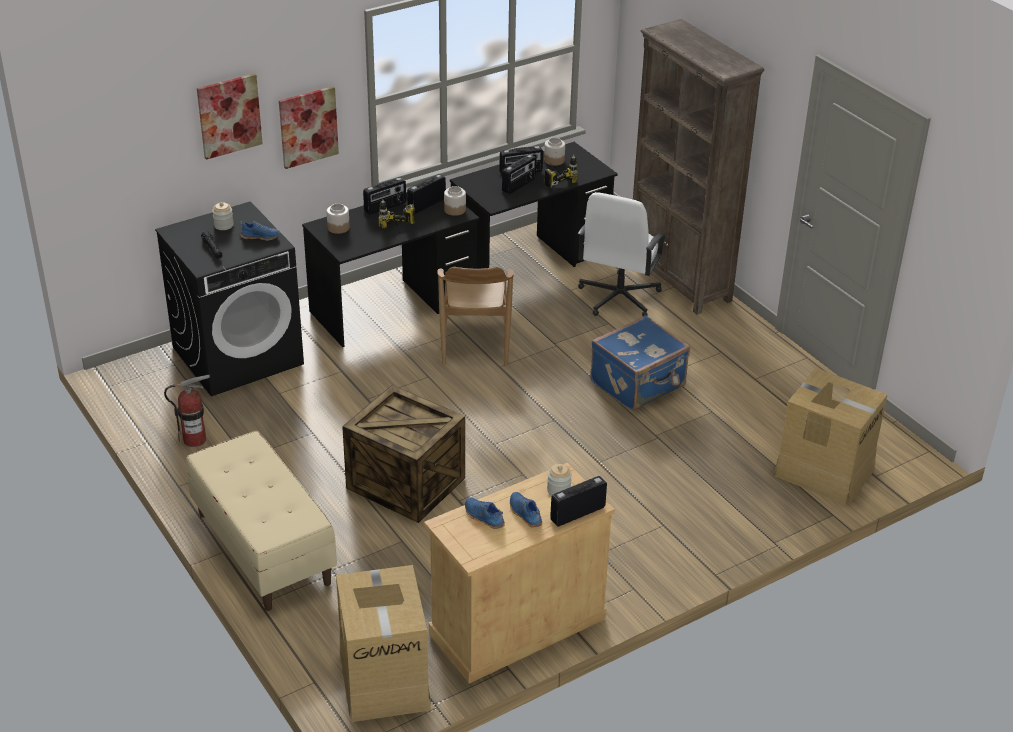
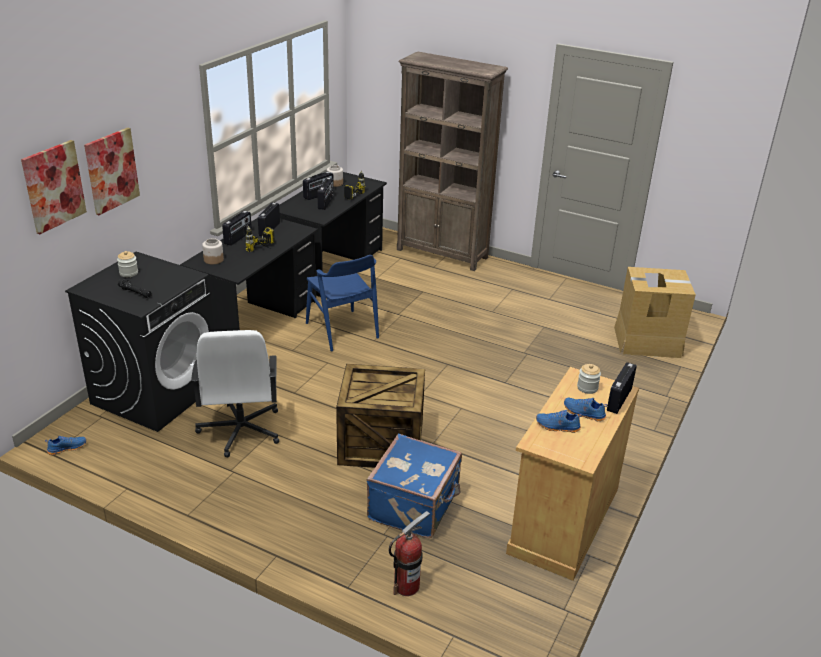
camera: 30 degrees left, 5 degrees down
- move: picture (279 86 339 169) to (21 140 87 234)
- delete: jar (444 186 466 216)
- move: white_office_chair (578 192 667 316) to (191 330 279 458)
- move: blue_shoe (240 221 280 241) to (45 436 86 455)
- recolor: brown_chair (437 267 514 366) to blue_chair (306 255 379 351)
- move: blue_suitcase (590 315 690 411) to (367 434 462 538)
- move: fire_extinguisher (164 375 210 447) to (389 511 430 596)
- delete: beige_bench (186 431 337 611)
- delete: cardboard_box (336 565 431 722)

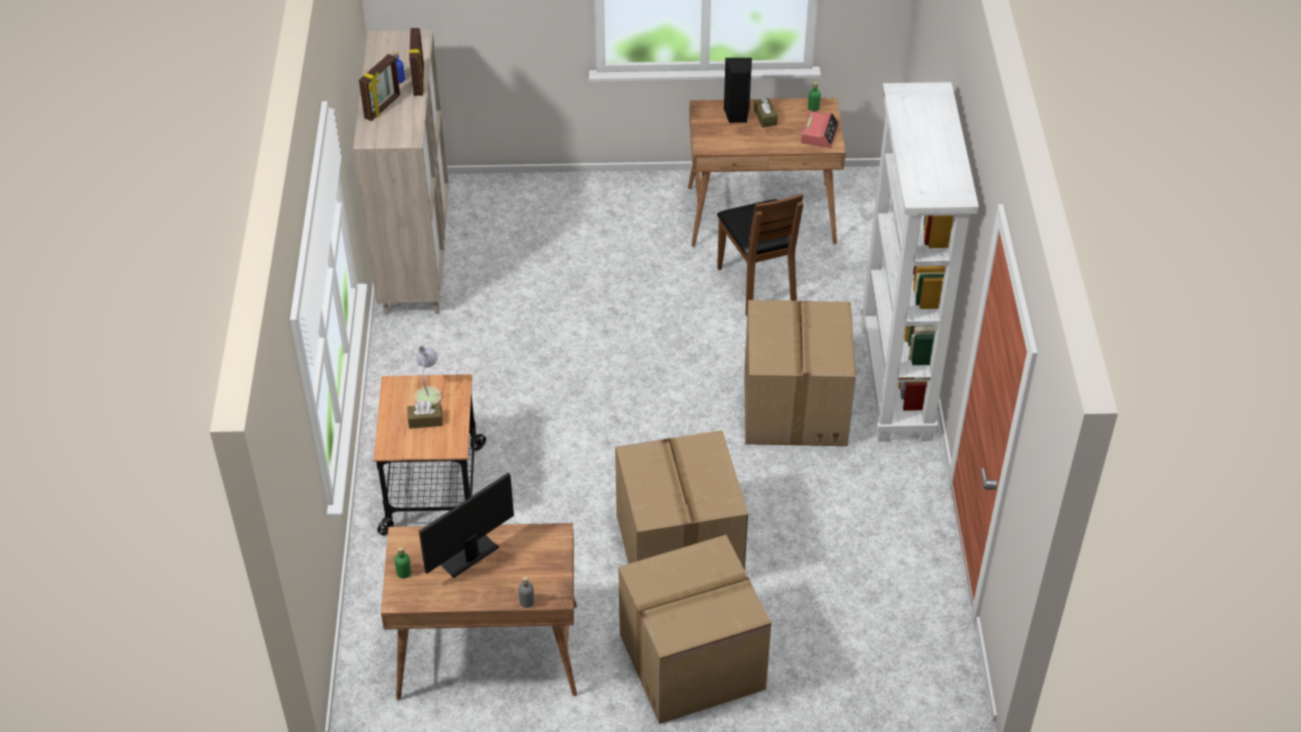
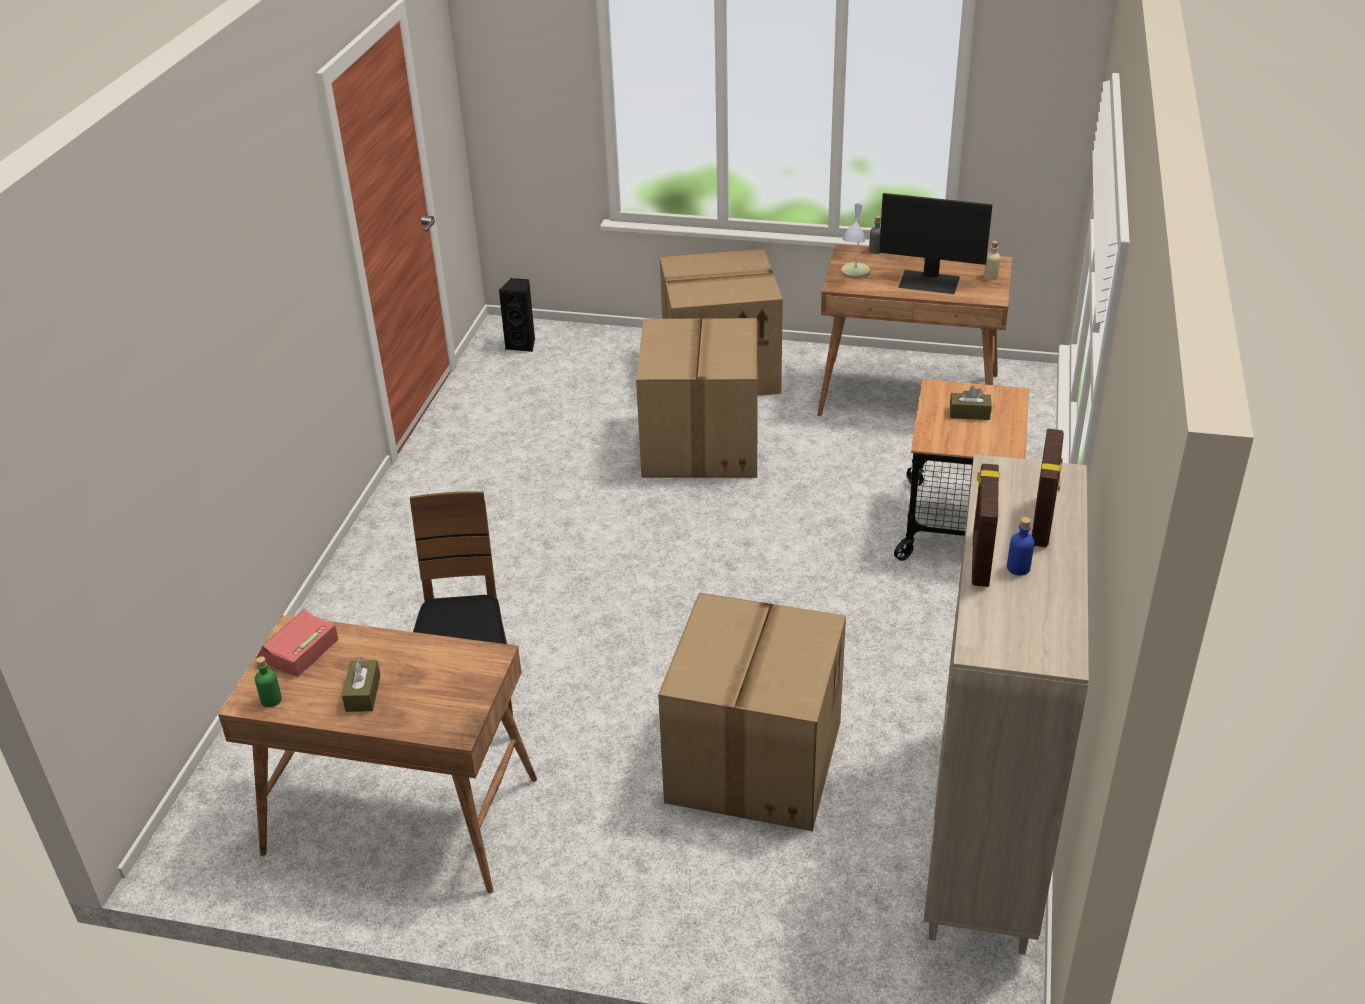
camera: 165 degrees left, 10 degrees down
- rotate: picture_frame (359 54 400 121) = (1032 429 1064 547) 150 degrees clockwise
- move: black_speaker (723 58 752 123) to (499 278 535 352)
- delete: white_bookcase (860 82 979 442)
- move: cardboard_box (744 300 856 446) to (658 593 846 831)
- move: table_lamp (414 346 442 404) to (841 203 870 279)
- rotate: monitor (419 473 514 578) = (879 193 993 294) 45 degrees clockwise
- recolor: green_bottle (394 546 411 579) to beige_bottle (984 241 1001 280)

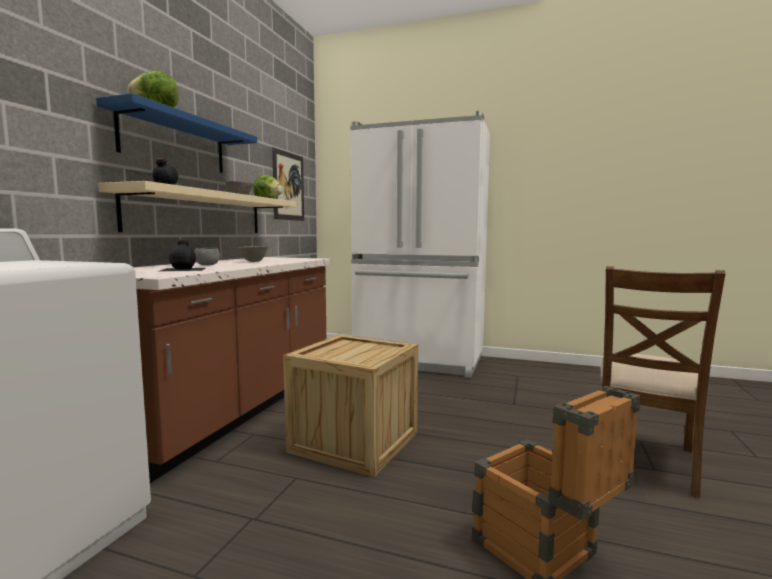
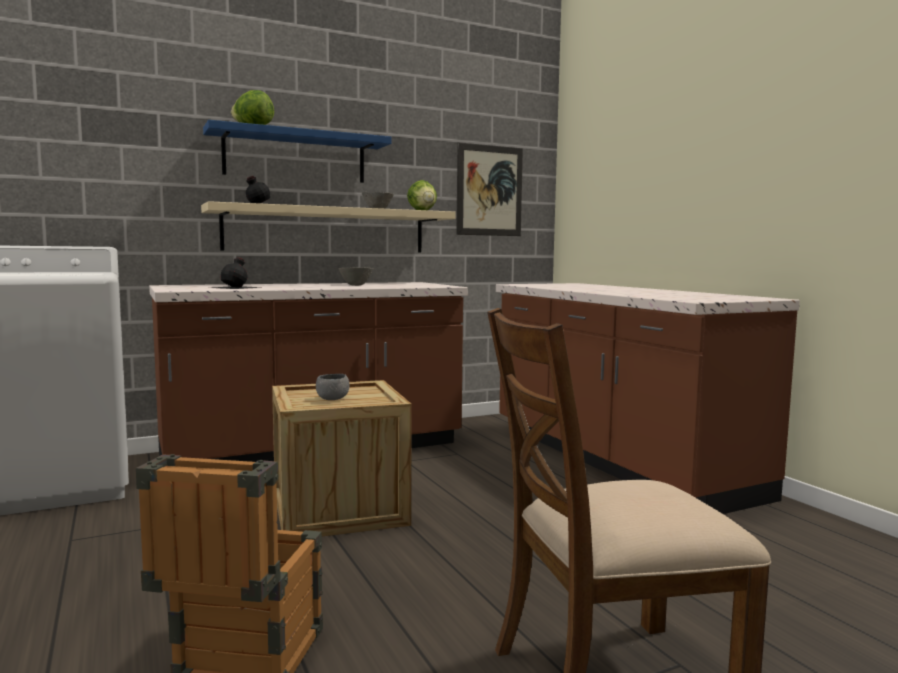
camera: 45 degrees right, 0 degrees up
- replace: white_fridge (350 111 490 378) to brown_counter (496 283 800 514)
- move: grey_bowl (194 247 220 266) to (316 374 350 400)

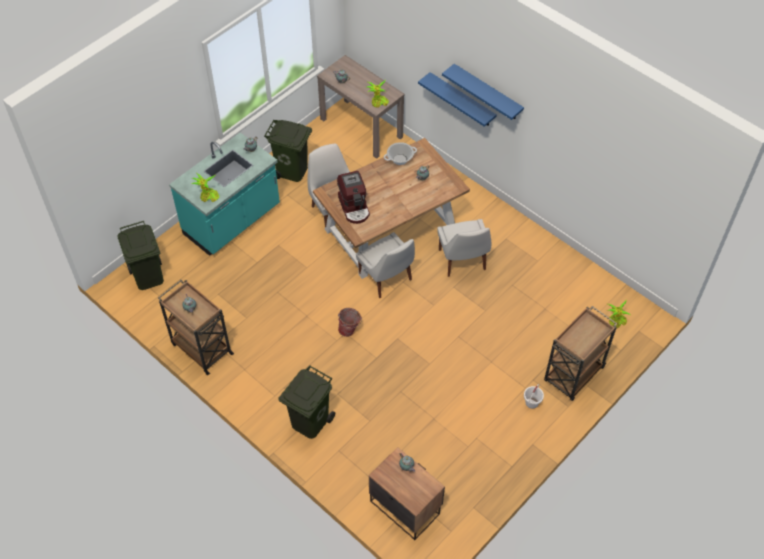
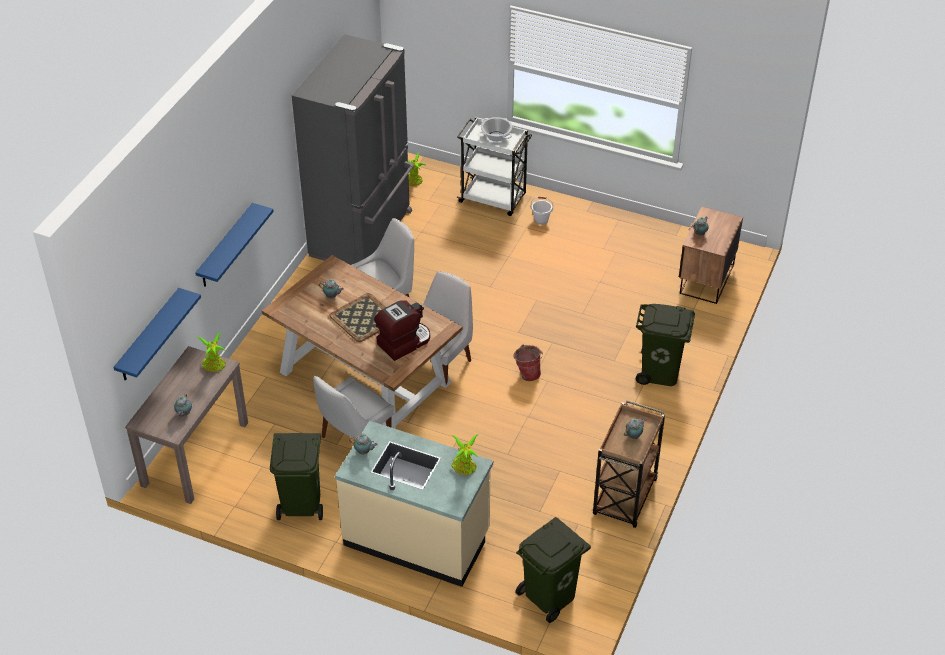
camera: 110 degrees left, 10 degrees down
- move: blue_shelf (442 64 524 120) to (113 288 201 380)
- recolor: turquoise_counter (169 133 280 256) to beige_counter (335 421 493 587)
- move: cooking_pot (384 142 417 165) to (481 117 512 142)
- recolor: brown_cart (544 306 617 401) to white_cart (457 117 532 216)
- insert: grey_fridge (292 34 415 265)
- insert: tray (330 293 386 342)

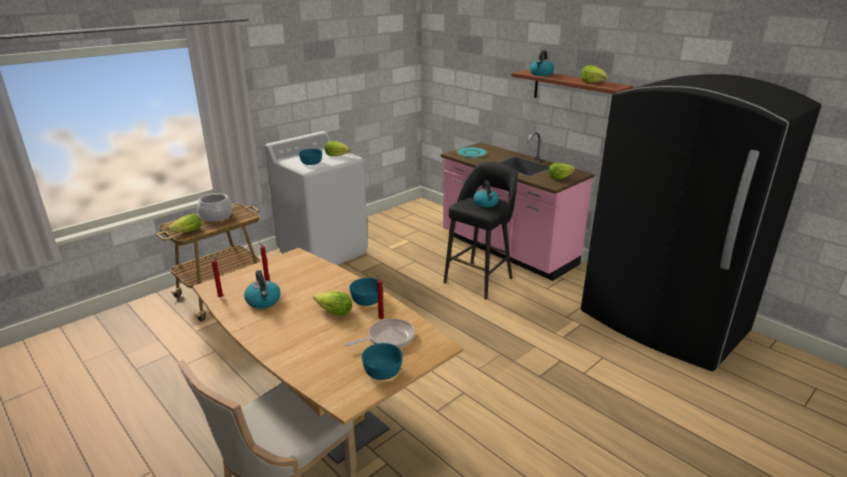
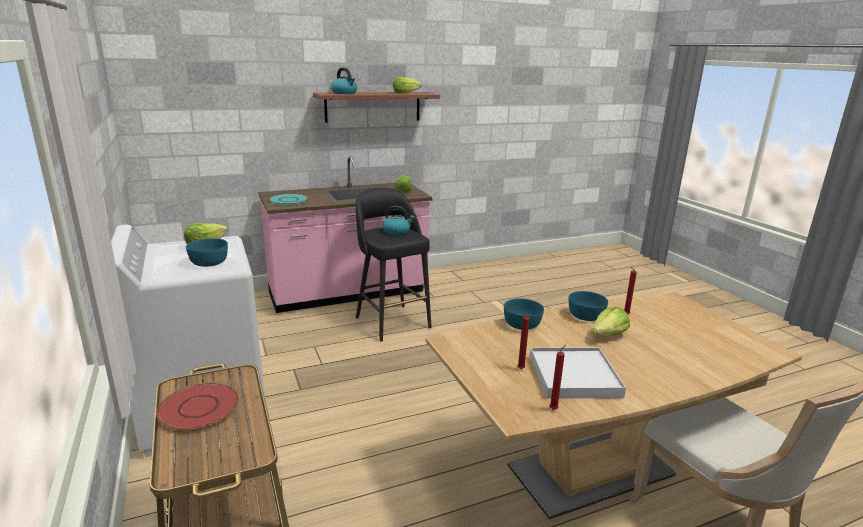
camera: 70 degrees left, 5 degrees down
- delete: black_fridge (581 74 821 371)
- replace: cooking_pot (198 193 232 222) to red_plate (156 383 239 430)
- delete: lettuce (168 214 201 232)
- replace: kettle (244 270 281 309) to white_tray (530 348 626 399)
- delete: frying_pan (345 319 415 348)
- move: turquoise_bowl (362 343 403 380) to (504 298 544 330)

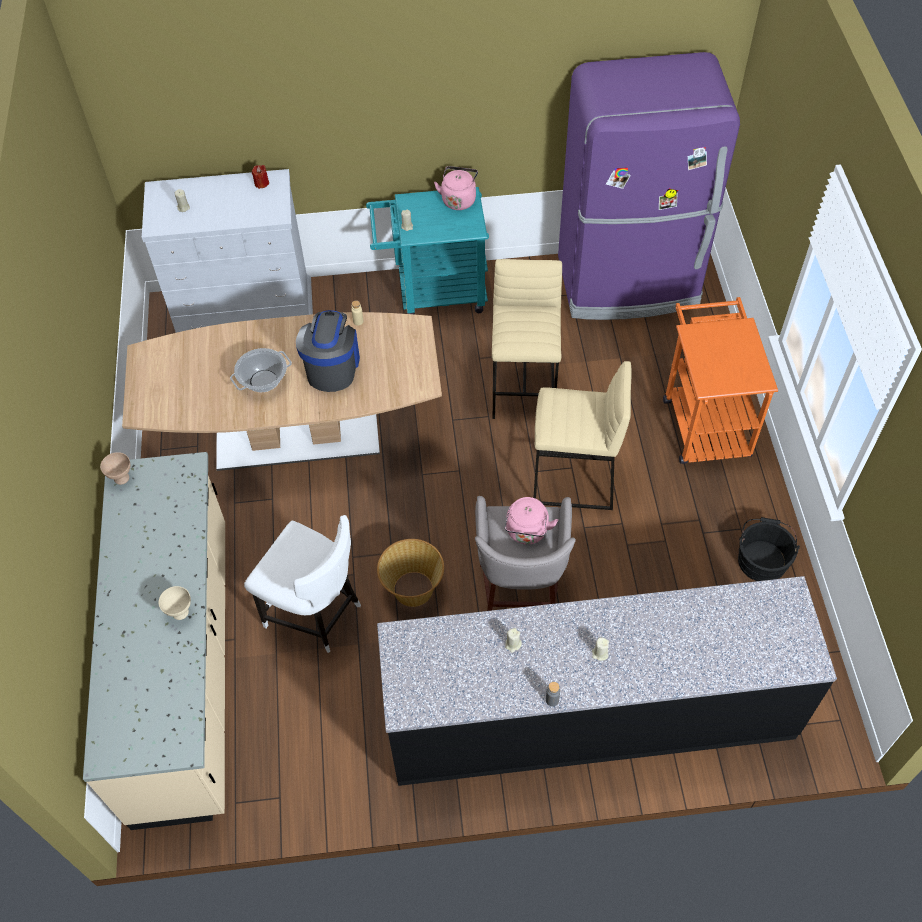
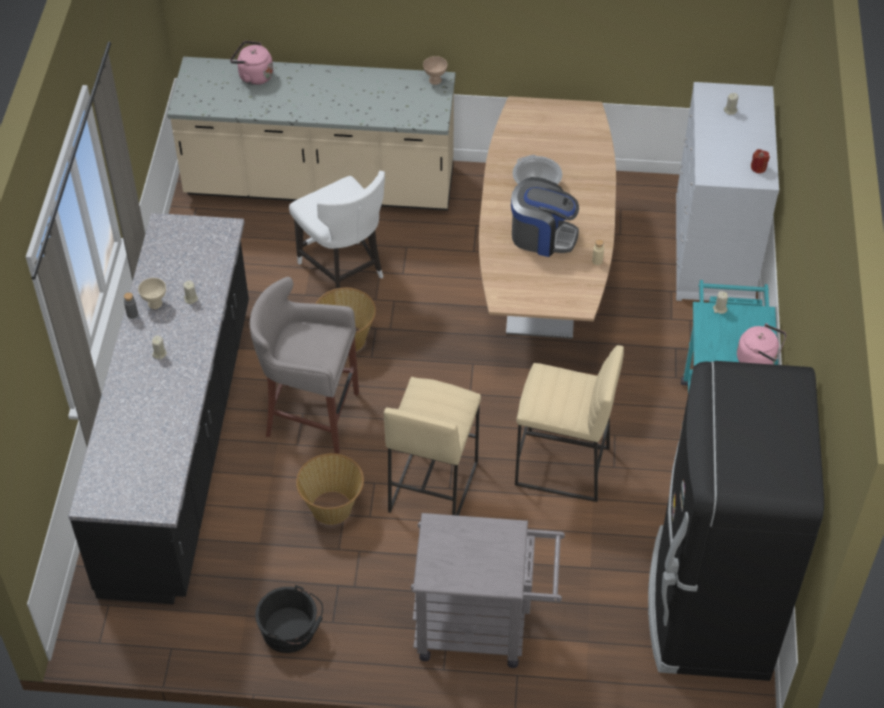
camera: 100 degrees right, 5 degrees down
- recolor: purple_fridge (558 52 740 320) to black_fridge (648 361 824 681)
- recolor: orange_cart (663 297 778 464) to grey_cart (411 513 565 668)
- move: pink_kettle (505 497 558 545) to (230 41 273 85)
- rotate: white_chair (244 515 361 653) = (289 171 385 289) 75 degrees counterclockwise
- move: beige_bowl (159 586 191 620) to (138 278 166 309)
- insert: basket (296 453 364 525)

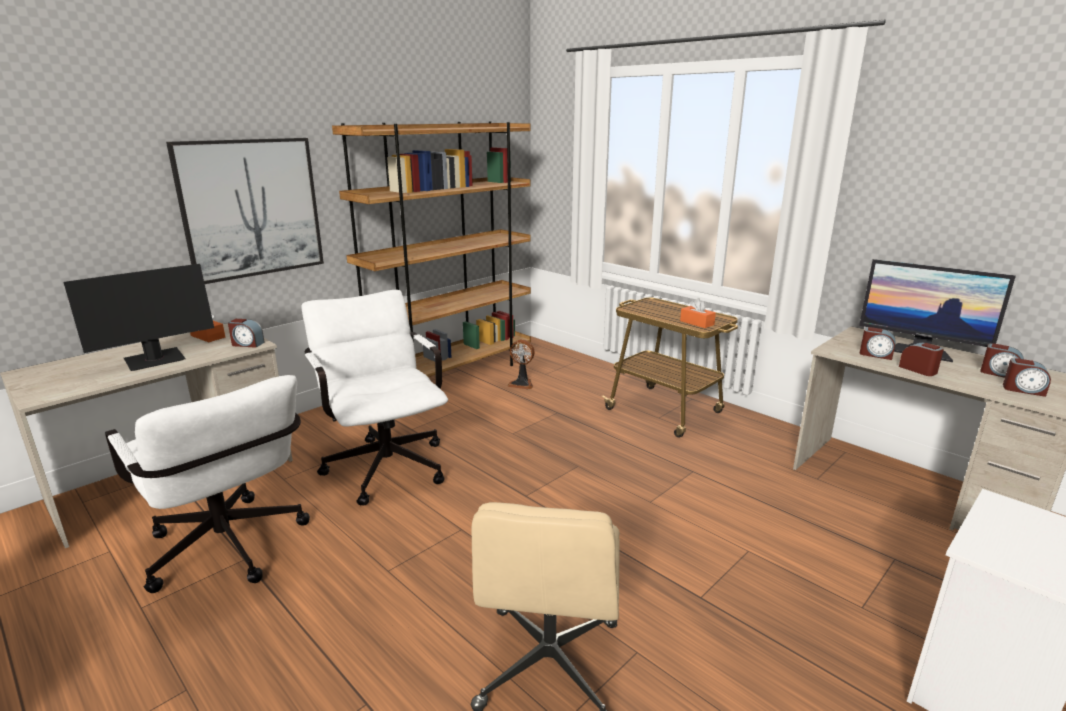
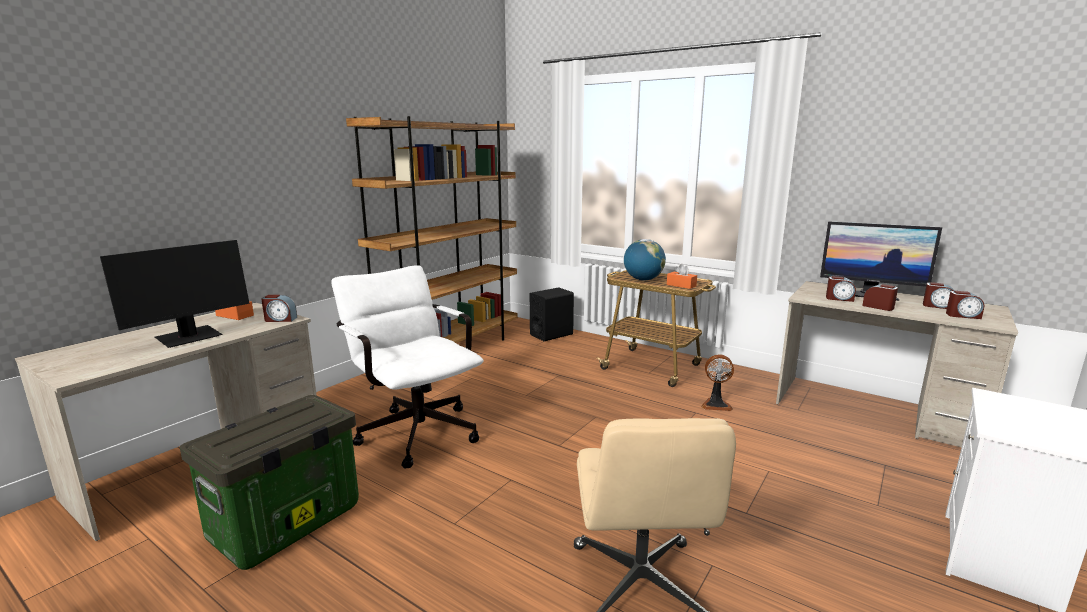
camera: 10 degrees left, 5 degrees down
- delete: picture (166 138 324 284)
- move: fan (507 339 535 390) to (701 354 734 411)
- replace: white_office_chair (105 375 310 593) to storage_box (180 395 359 570)
- insert: globe (624 239 666 280)
- insert: black_speaker (530 287 574 341)

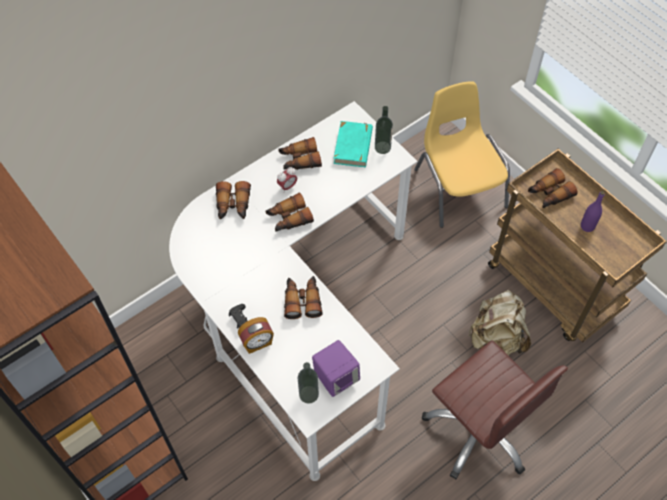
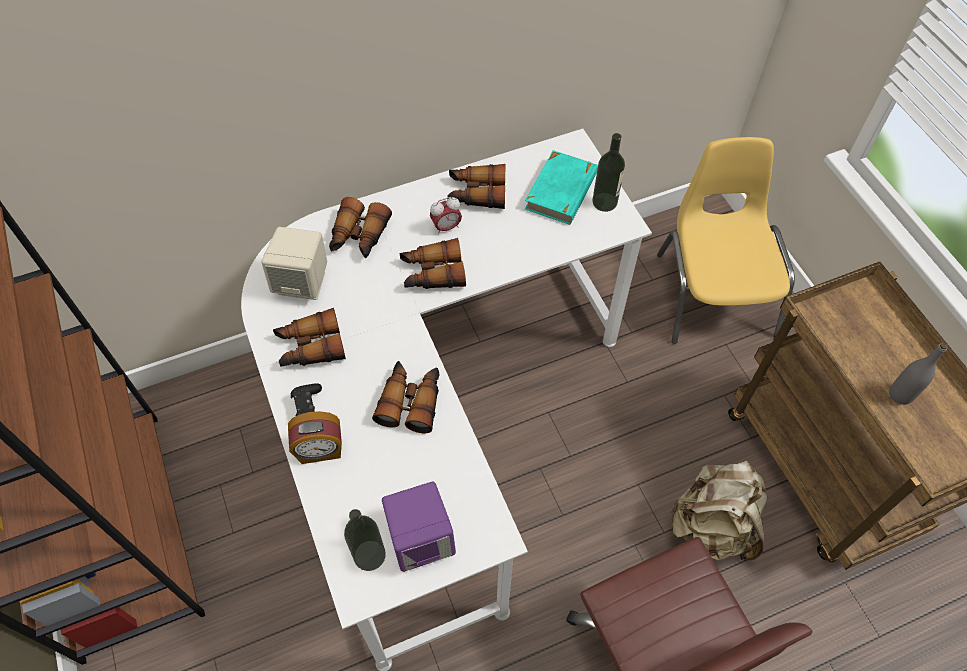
camera: 15 degrees right, 0 degrees up
- move: binoculars (528 168 578 208) to (273 308 346 367)
- recolor: purple_bottle (581 191 604 232) to grey_bottle (889 342 948 405)
- insert: beige_speaker (261 227 327 300)

